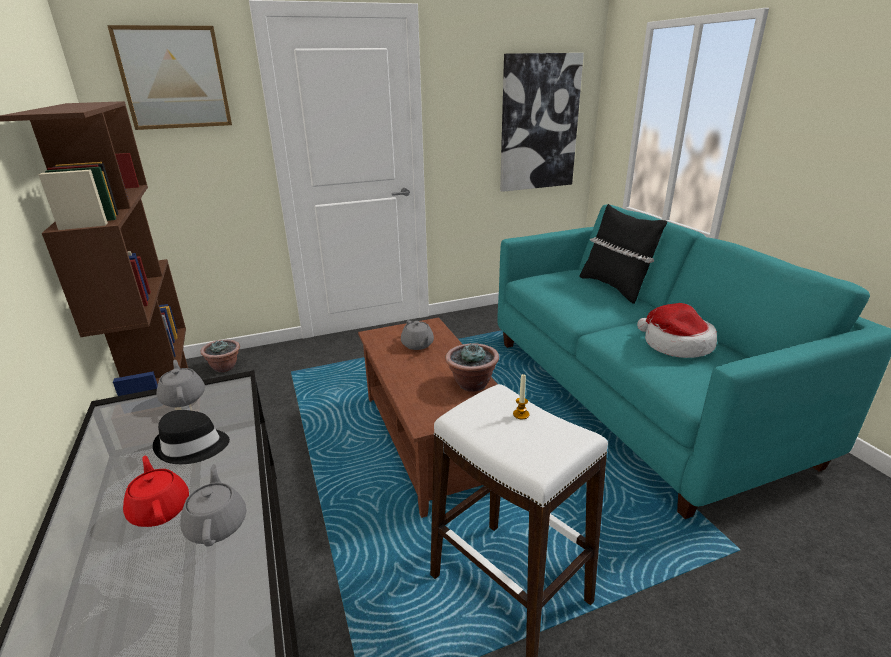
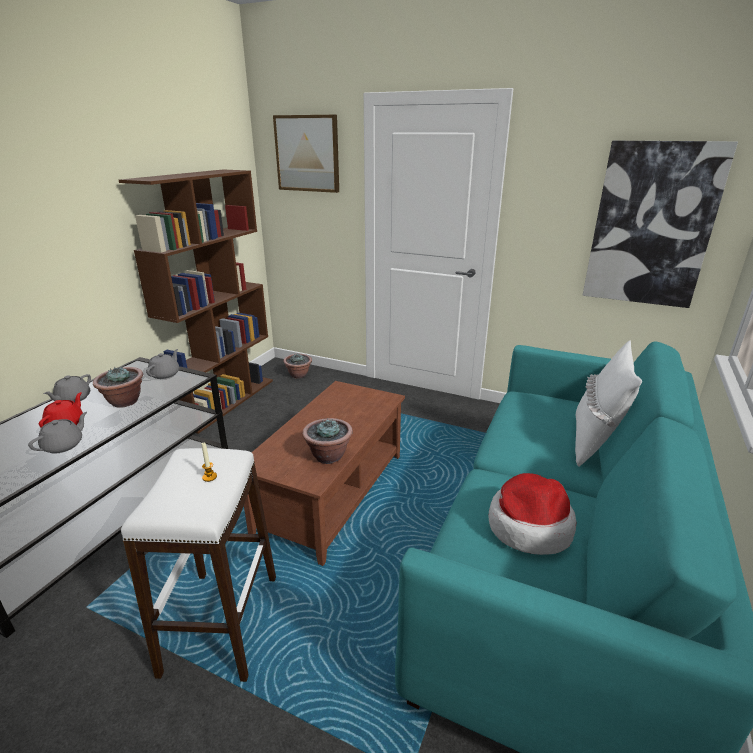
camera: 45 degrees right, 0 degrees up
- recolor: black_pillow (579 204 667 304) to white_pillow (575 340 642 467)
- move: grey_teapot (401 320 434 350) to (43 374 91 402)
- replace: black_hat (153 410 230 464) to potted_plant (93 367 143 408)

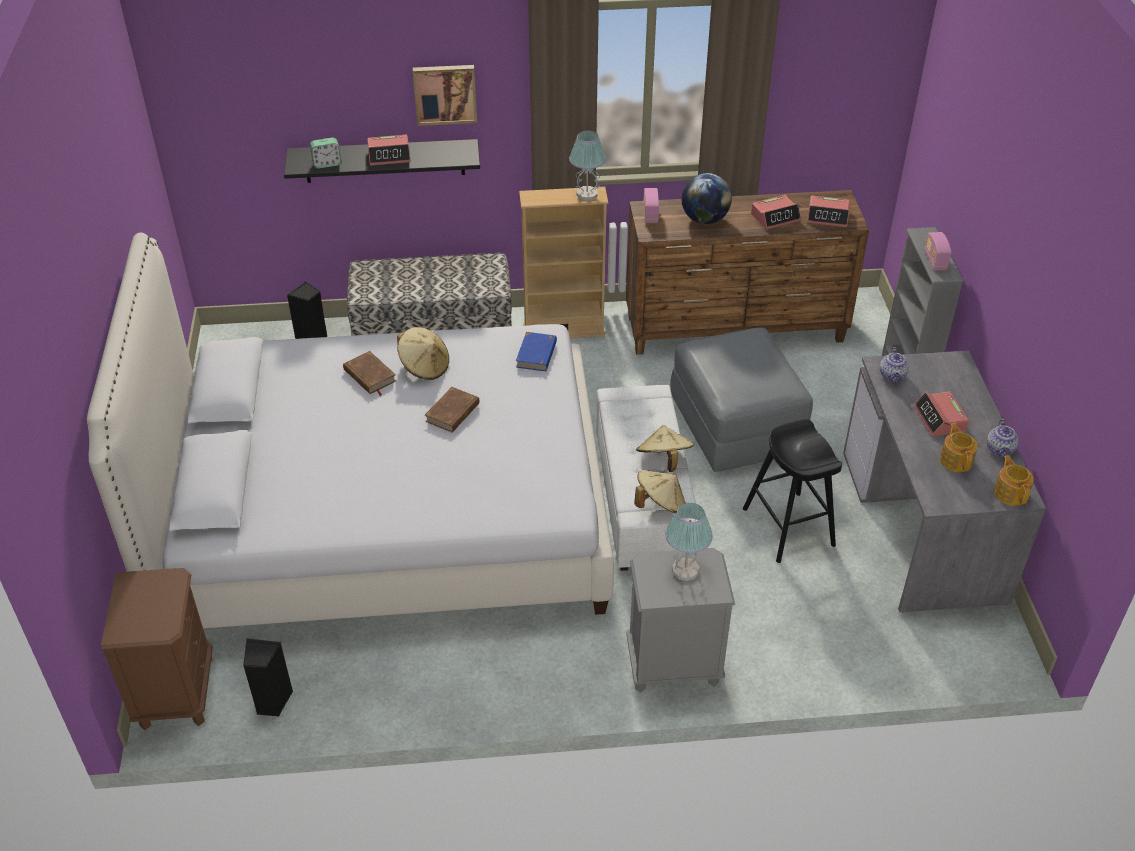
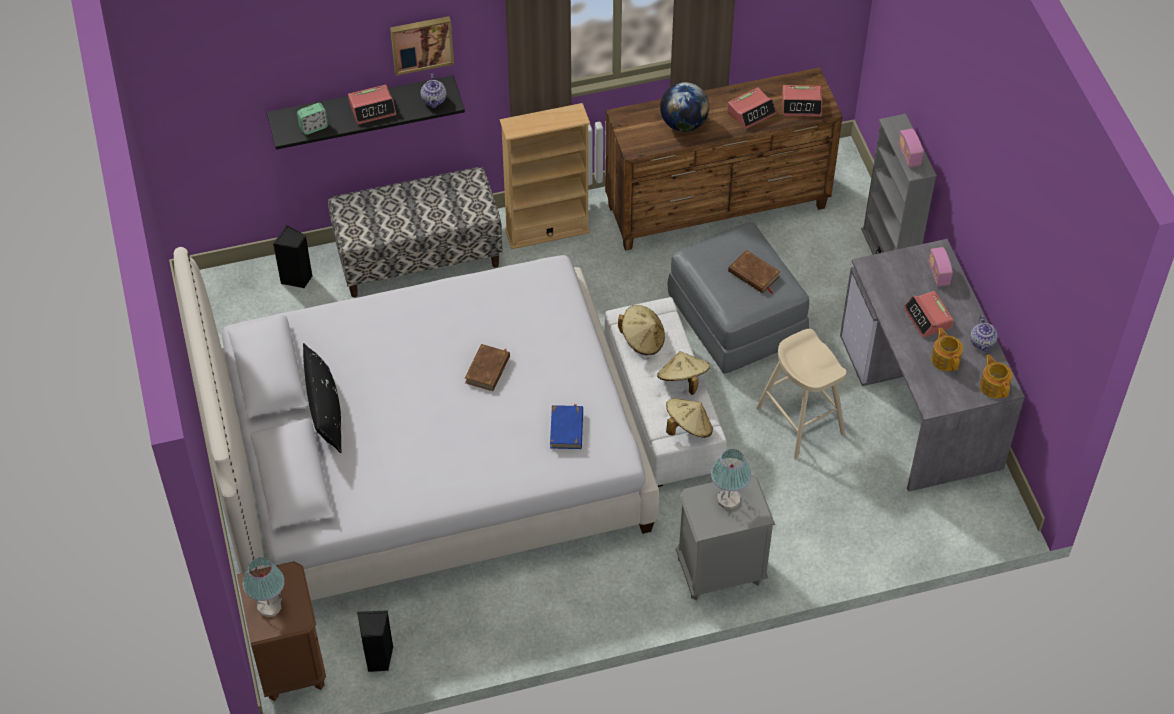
camera: 10 degrees left, 10 degrees up
- move: table_lamp (569 131 606 200) to (243 557 285 617)
- move: radio (643 188 659 223) to (928 247 953 287)
- move: beige_hat (397 327 449 380) to (618 305 665 355)
- move: blue_book (516 332 557 371) to (550 404 583 449)
- move: teapot (880 347 909 383) to (420 74 447 108)
- move: brown_book (343 351 396 396) to (728 250 780 294)
- recolor: black_stool (743 419 842 563) to beige_stool (756 329 846 459)
- insert: black_pillow (303 343 342 453)

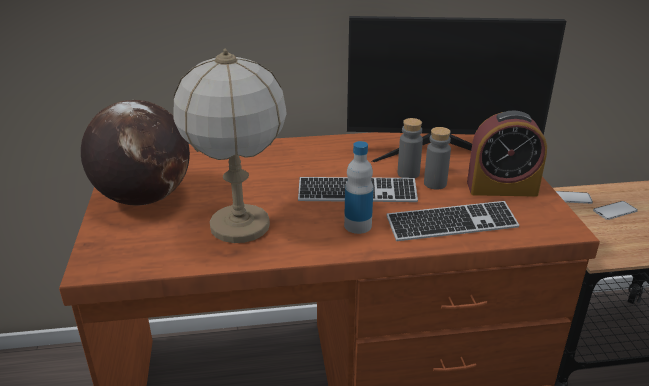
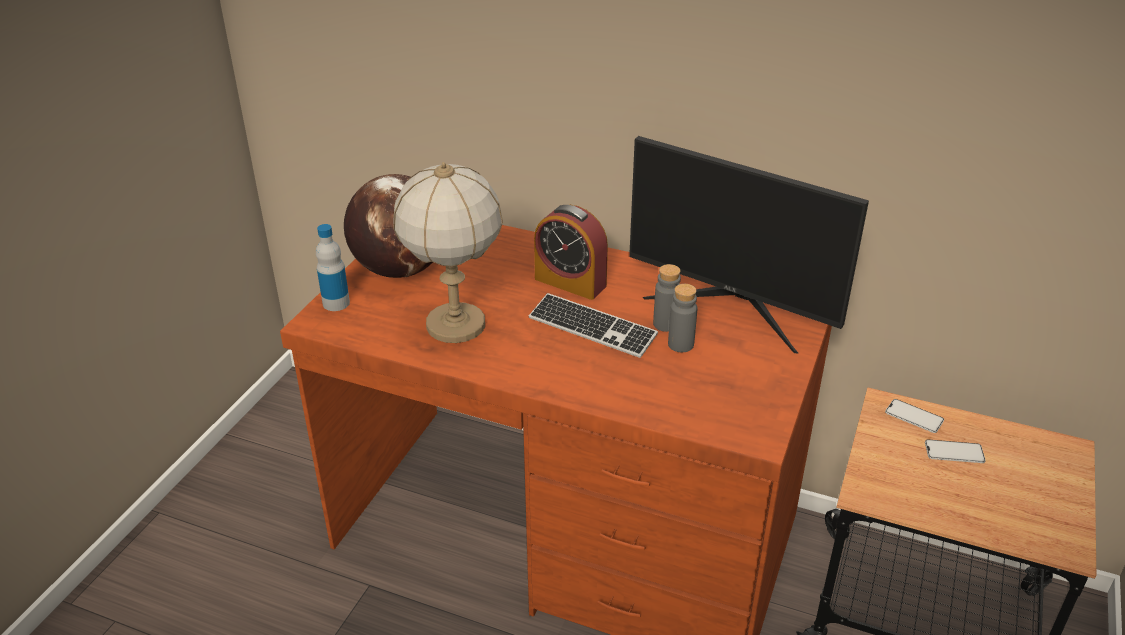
camera: 30 degrees right, 5 degrees up
- move: alarm_clock (467 110 547 197) to (534 205 608 300)
- move: bottle (344 141 374 234) to (316 224 350 311)
- delete: keyboard (386 201 519 241)

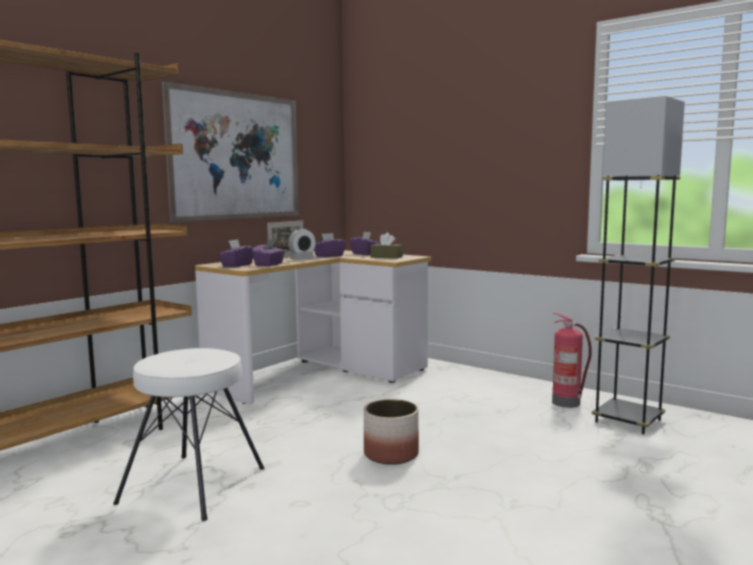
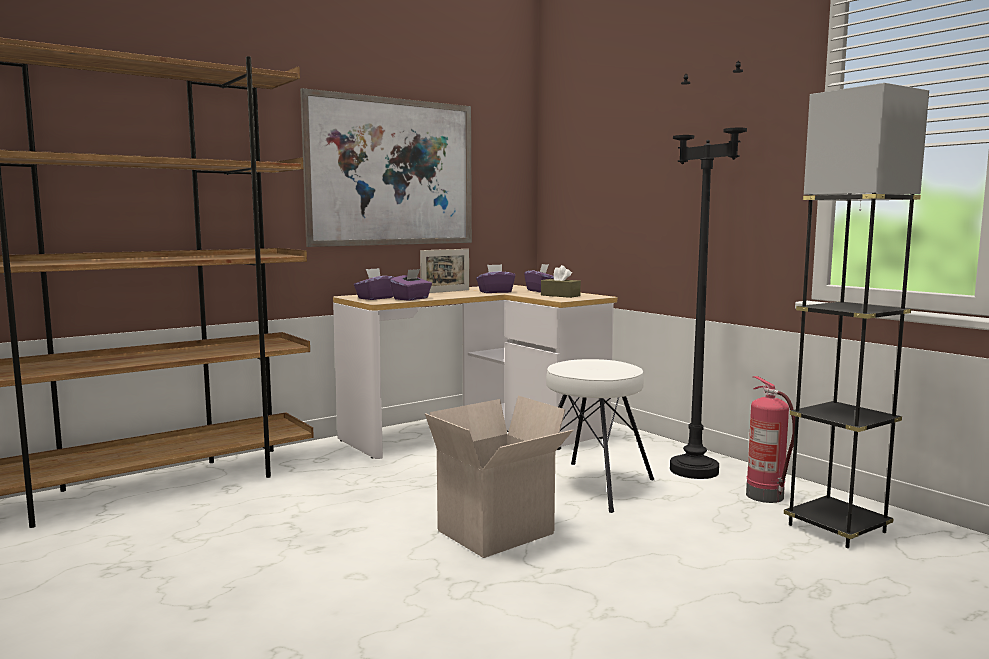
camera: 15 degrees right, 0 degrees up
- delete: alarm_clock (288 229 316 260)
- move: white_stool (113 348 265 521) to (546 359 654 513)
- replace: planter (364 399 419 465) to cardboard_box (425 396 573 558)
- insert: black_floor_lamp (670 61 747 479)

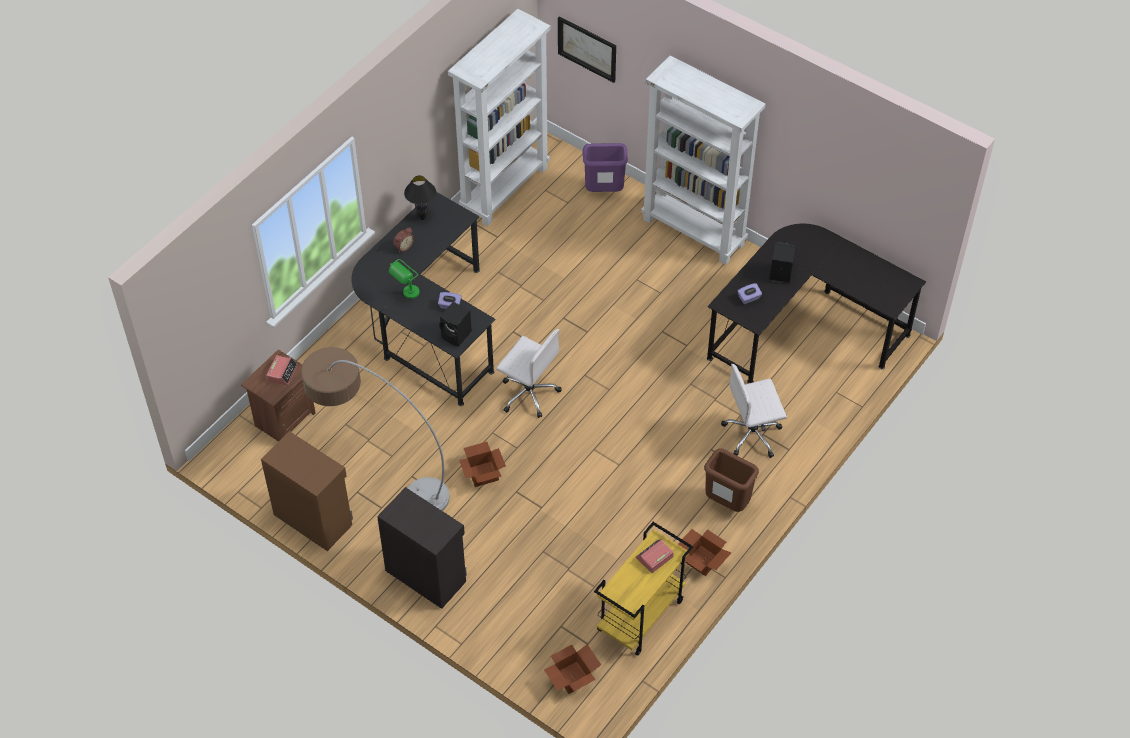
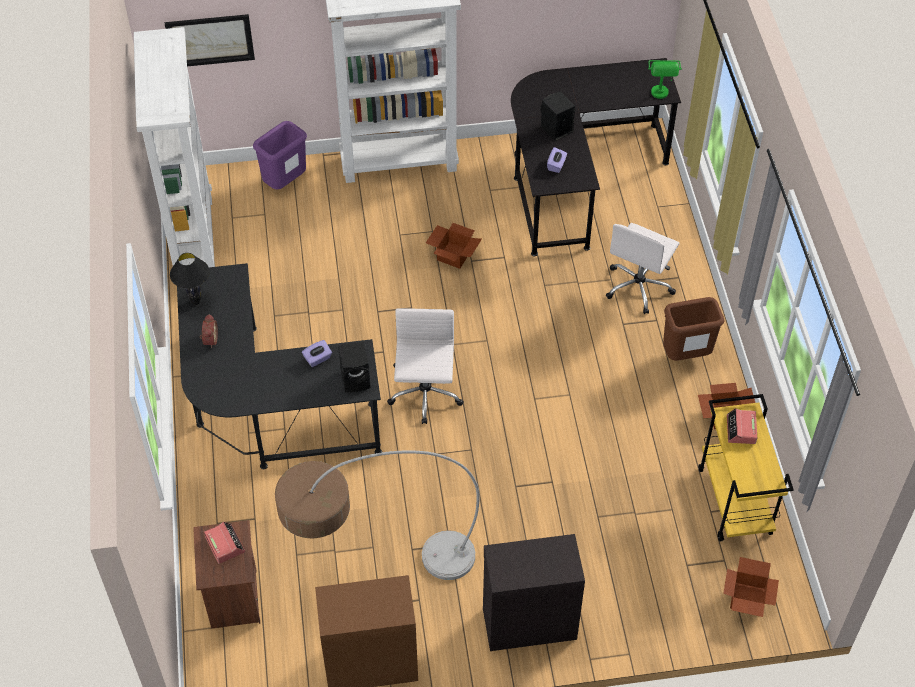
camera: 45 degrees left, 0 degrees up
- move: green_table_lamp (389 259 419 299) to (648 60 682 99)
- rotate: white_office_chair (496 329 561 418) = (387 308 464 424) 75 degrees counterclockwise
- move: cardboard_box (459 442 506 487) to (426 223 482 269)

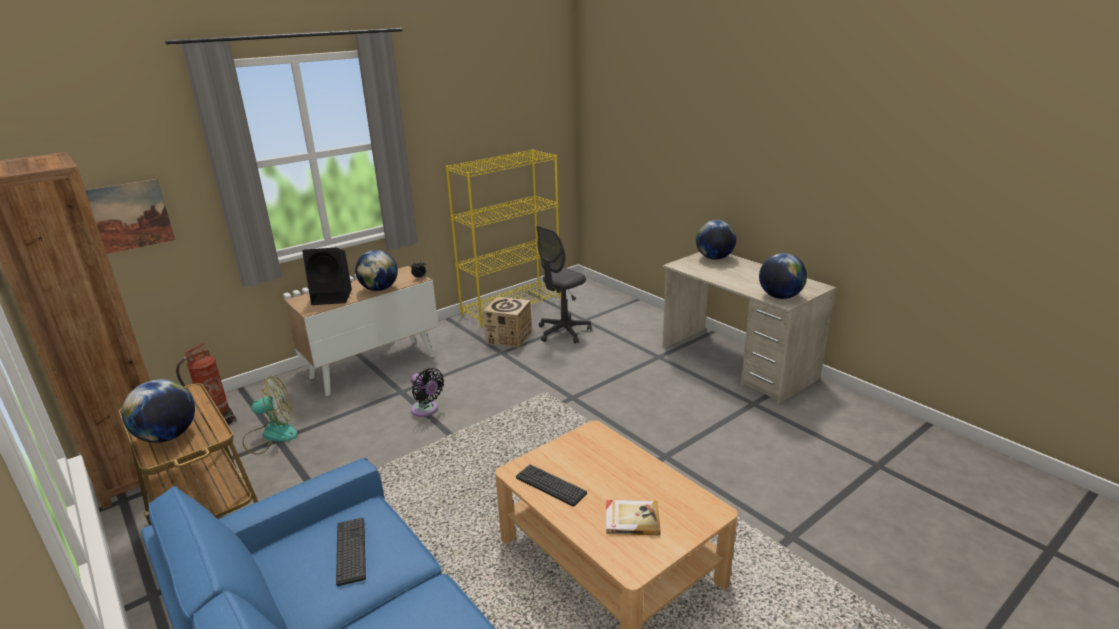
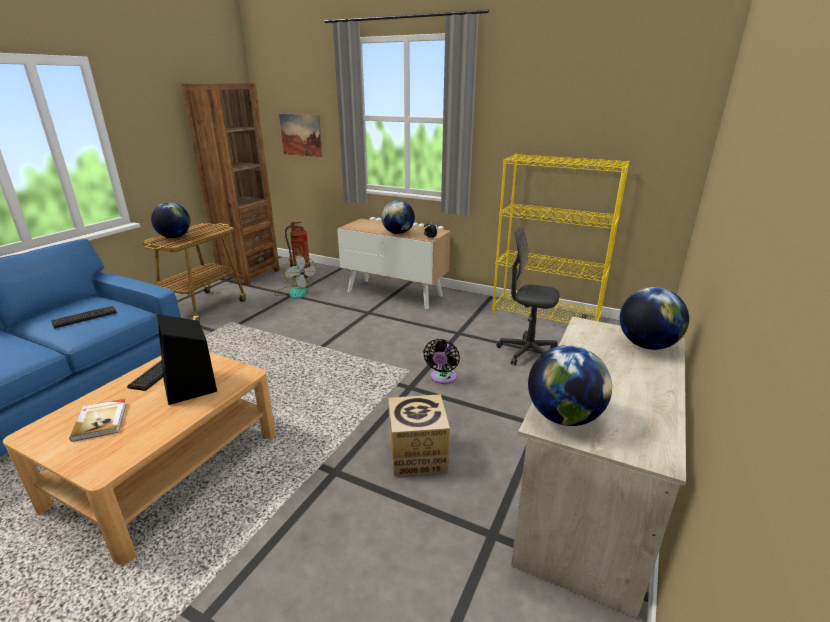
camera: 65 degrees right, 0 degrees up
- move: black_speaker (302 248 352 305) to (157 314 217 405)
- move: cardboard_box (483 297 532 348) to (388 394 450 476)
- move: black_fan (411 368 444 417) to (423 339 460 384)

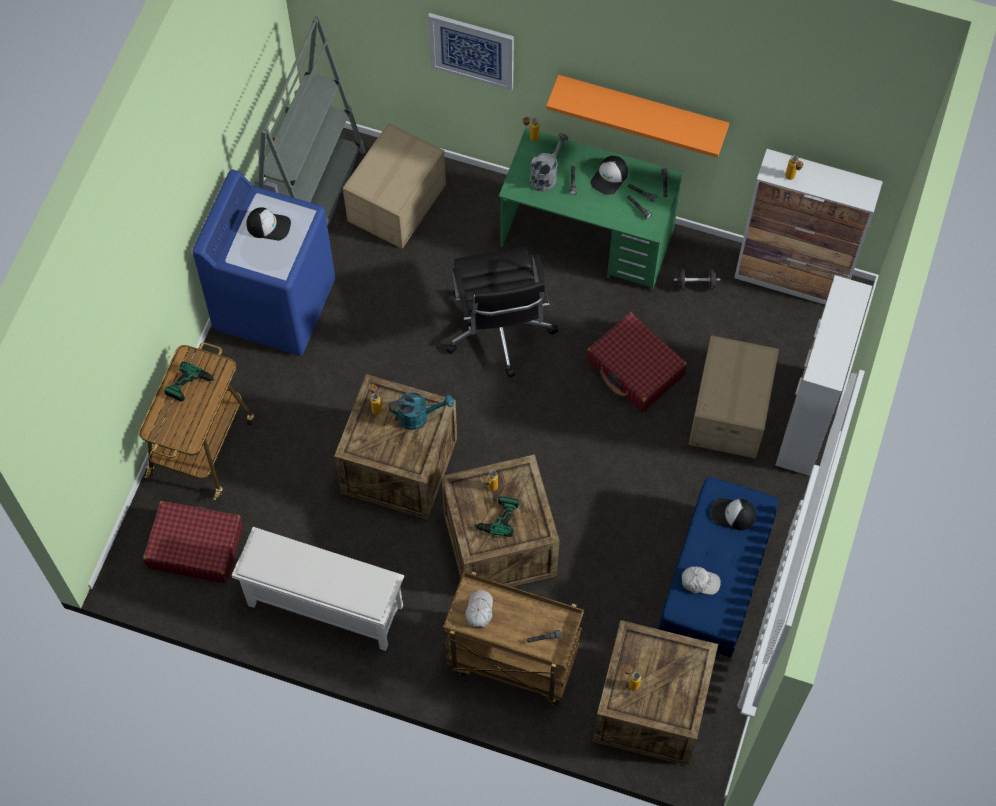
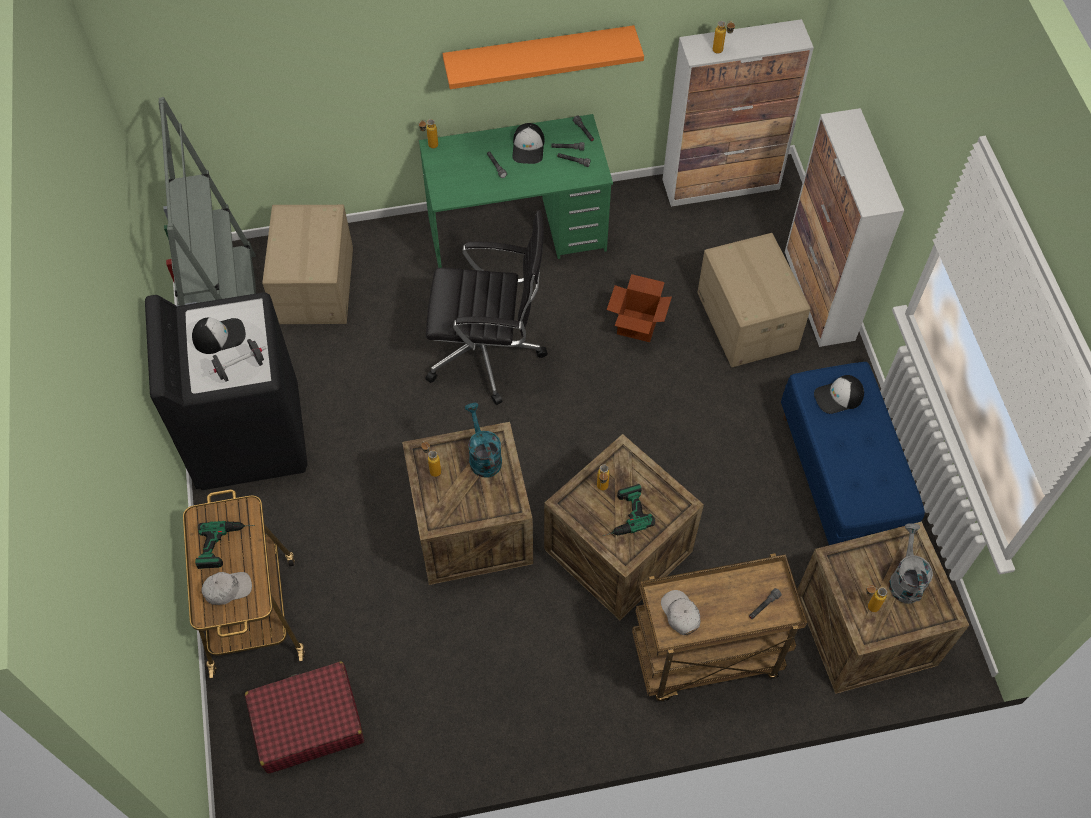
camera: 30 degrees left, 5 degrees down
- delete: picture (428 13 514 91)
- move: grey_watering_can (530 133 569 192) to (889 523 933 604)
- recolor: blue_washing_machine (192 170 335 356) to black_washing_machine (145 292 307 490)
- rotate: black_office_chair (446 247 558 378) = (426 210 548 405) 45 degrees counterclockwise
- move: black_dumbbell (674 269 720 291) to (209 339 266 382)
- replace: red_suitcase (587 312 687 412) to cardboard_box (607 274 672 342)
- rotate: turquoise_watering_can (389 392 454 430) = (465 402 502 478) 75 degrees counterclockwise
- delete: white_shoe_rack (232 527 404 651)
- move: white_cap (682 566 721 595) to (201 572 252 605)

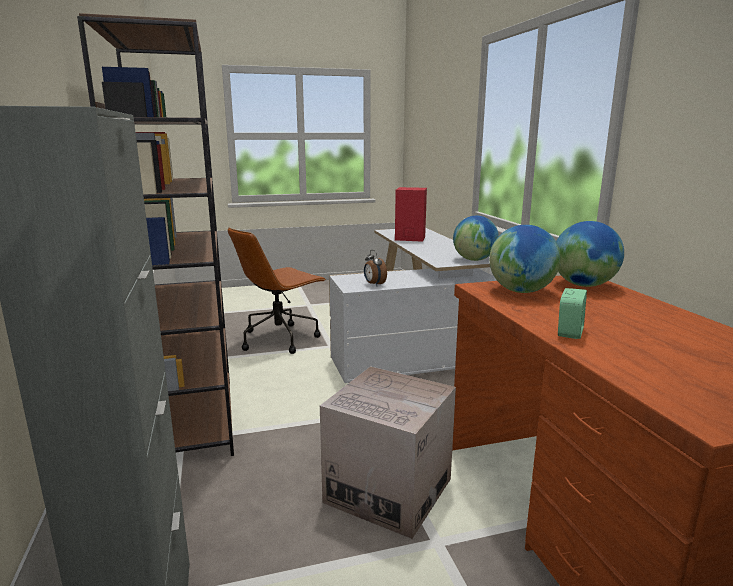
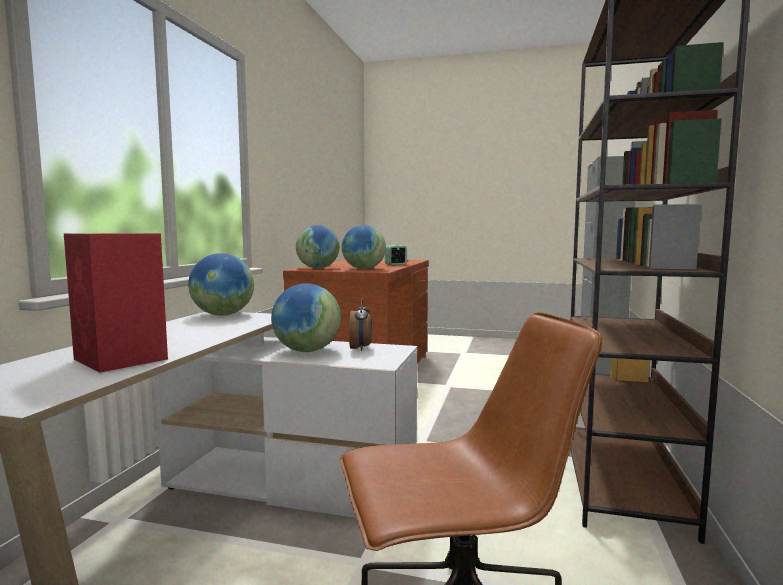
camera: 150 degrees left, 10 degrees down
- delete: cardboard_box (320 366 456 539)
- insert: globe (271 283 341 352)

